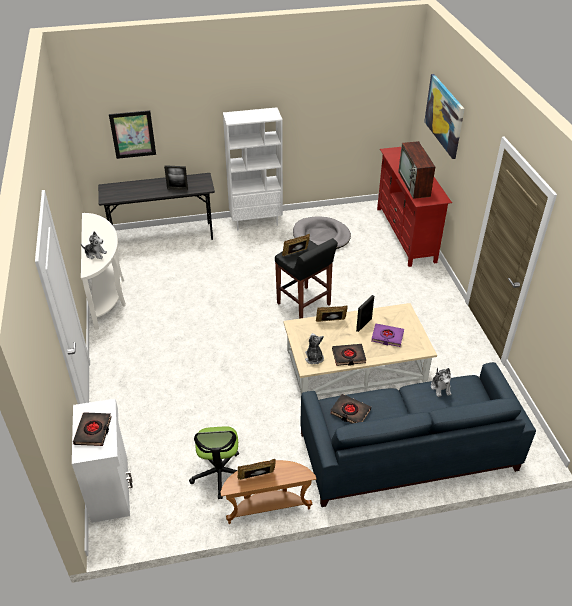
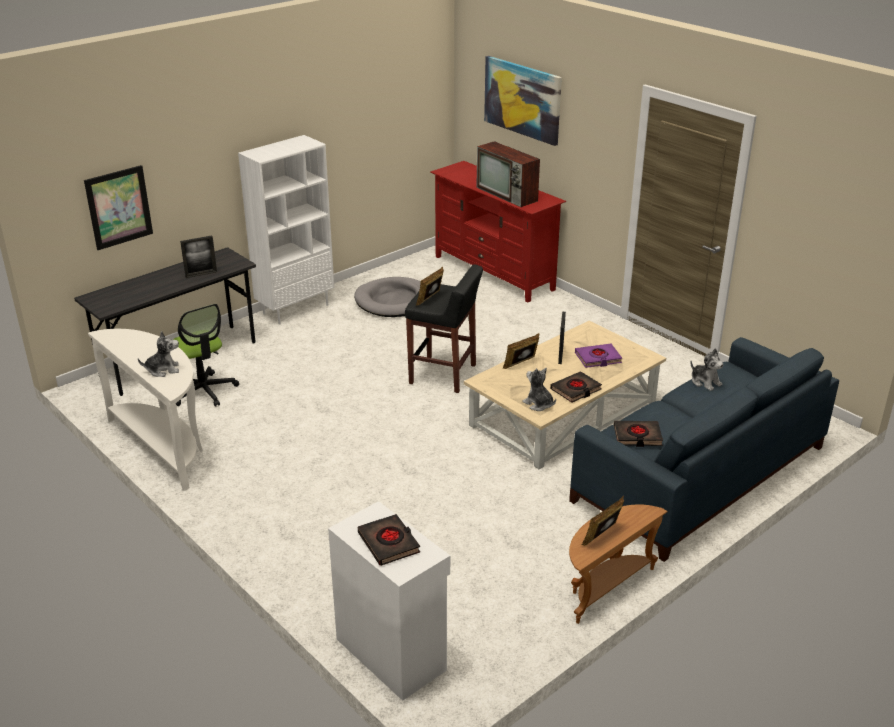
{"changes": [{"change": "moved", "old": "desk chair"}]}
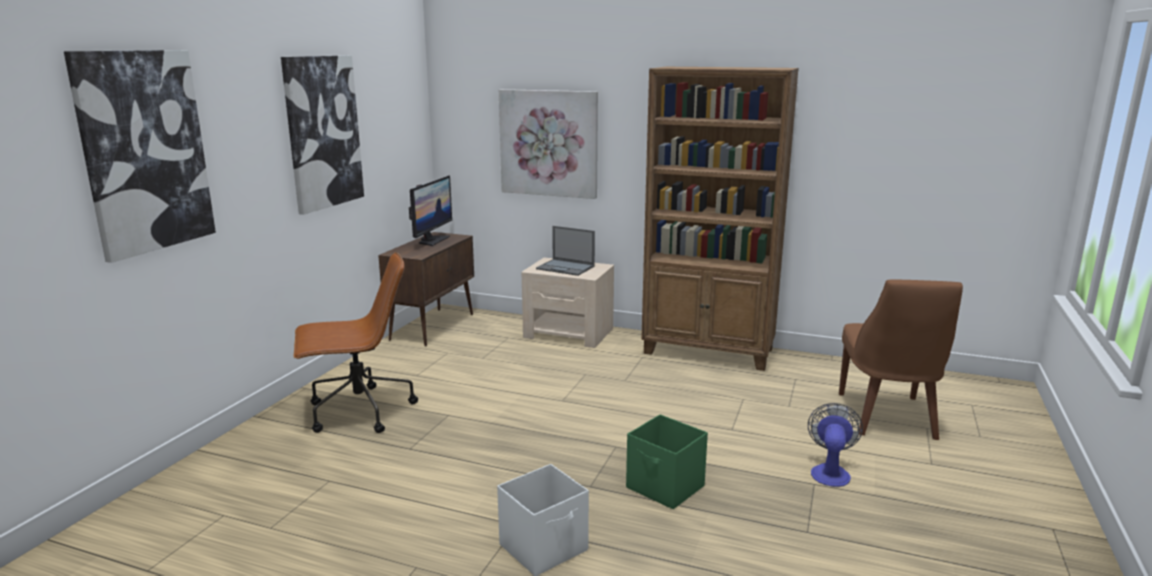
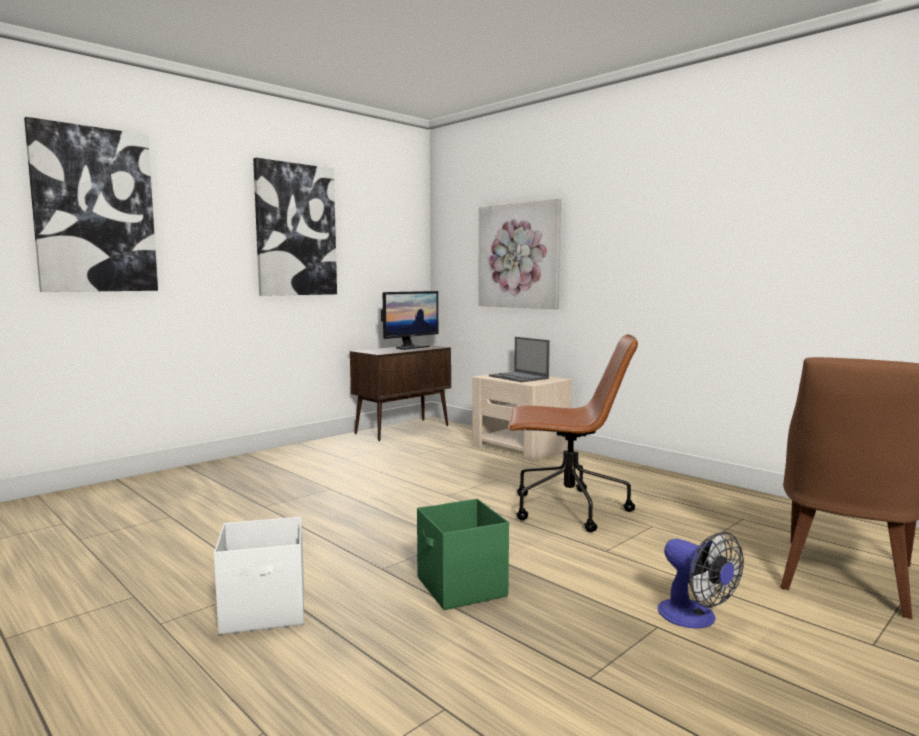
{"changes": [{"change": "moved", "old": "desk chair in brown"}, {"change": "turned", "old": "electric fan", "degrees": 105}, {"change": "removed", "old": "shelving unit in brown"}]}
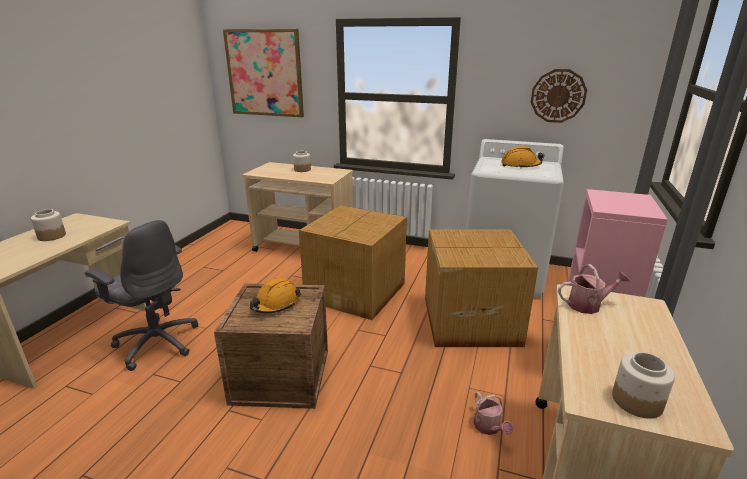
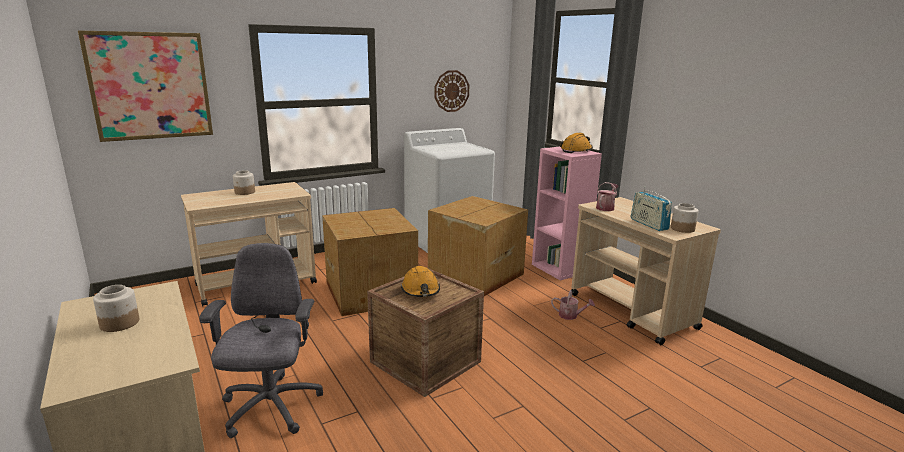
{"changes": [{"change": "turned", "old": "desk chair in greyish", "degrees": -75}, {"change": "moved", "old": "safety helmet in orange (2nd from left)"}, {"change": "added", "new": "radio set"}]}
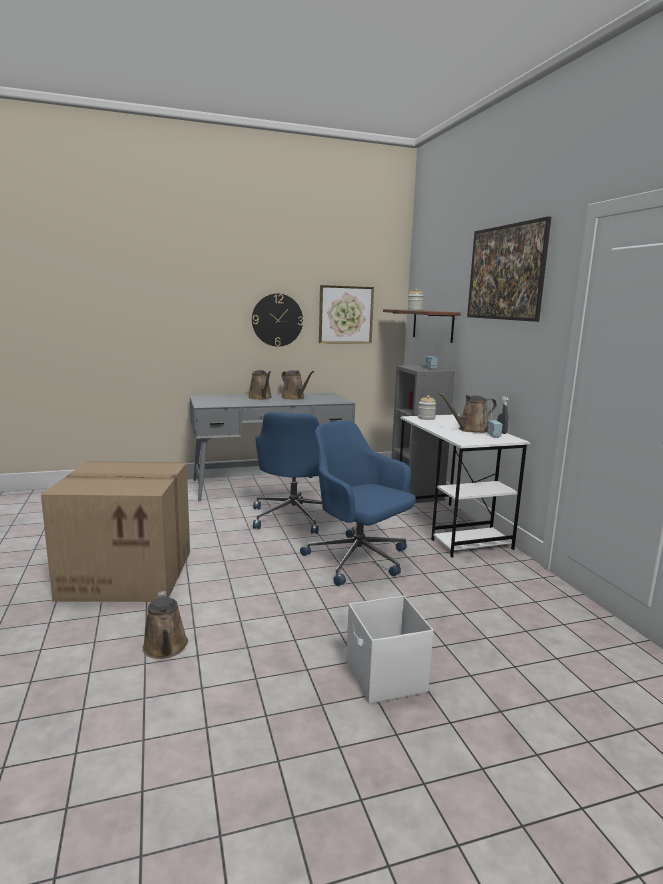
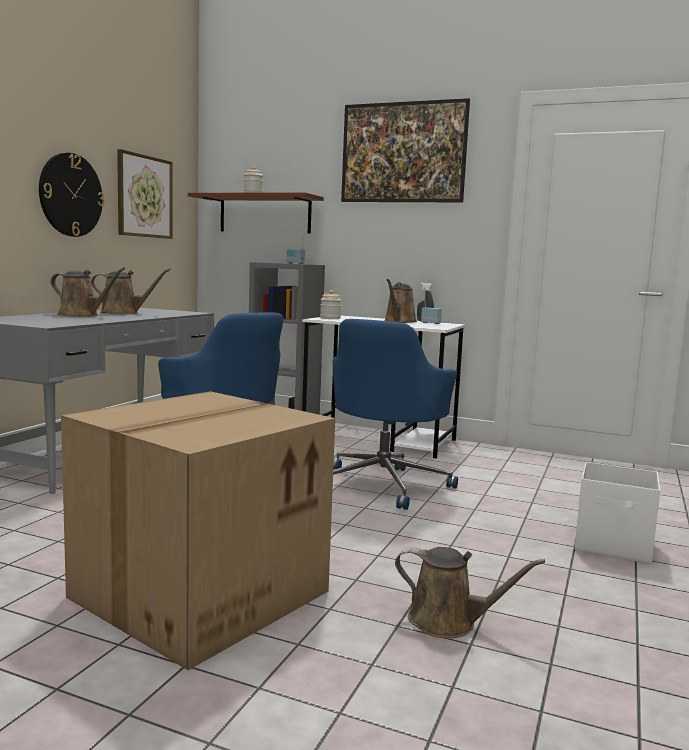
{"changes": [{"change": "turned", "old": "desk chair in blue (2nd from left)", "degrees": -60}]}
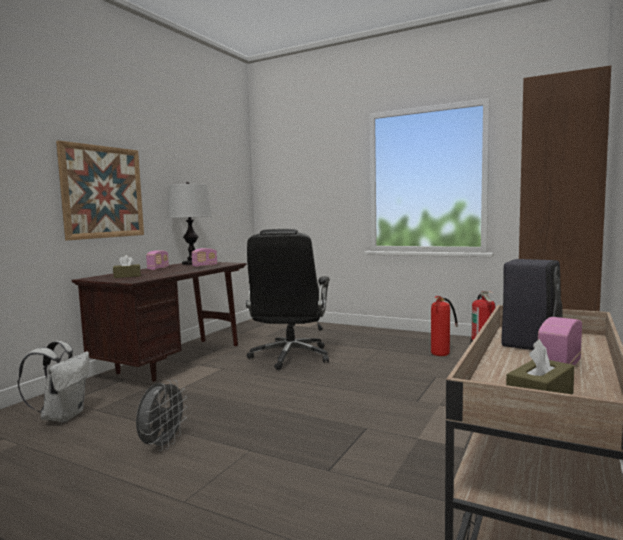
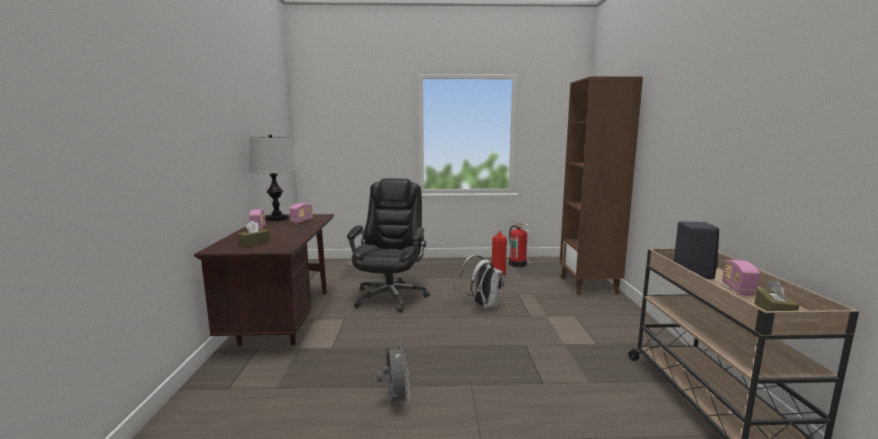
{"changes": [{"change": "turned", "old": "desk chair in black-coloured", "degrees": -150}, {"change": "moved", "old": "rucksack in whitish"}, {"change": "removed", "old": "wall art"}]}
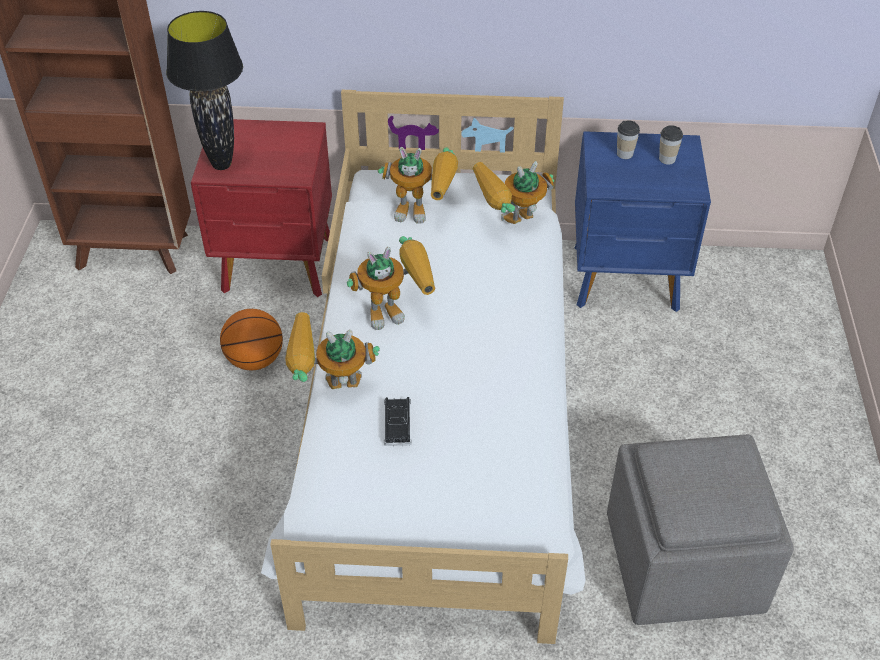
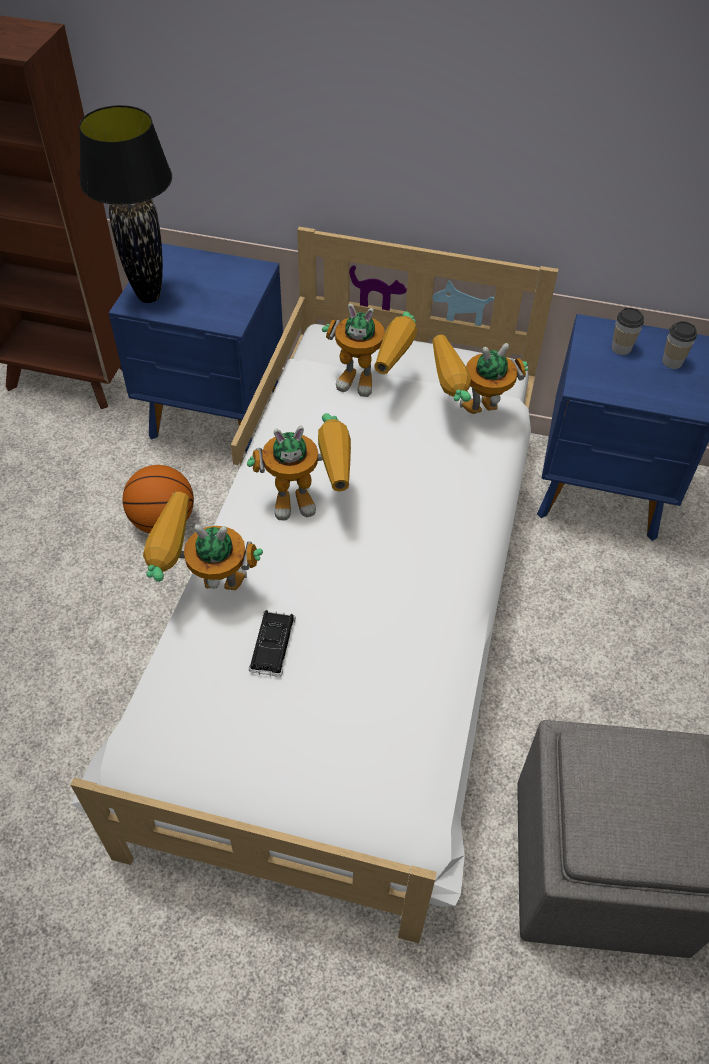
{"changes": [{"change": "recoloured", "old": "night table in reddish", "new": "night table in blue (1st from left)"}]}
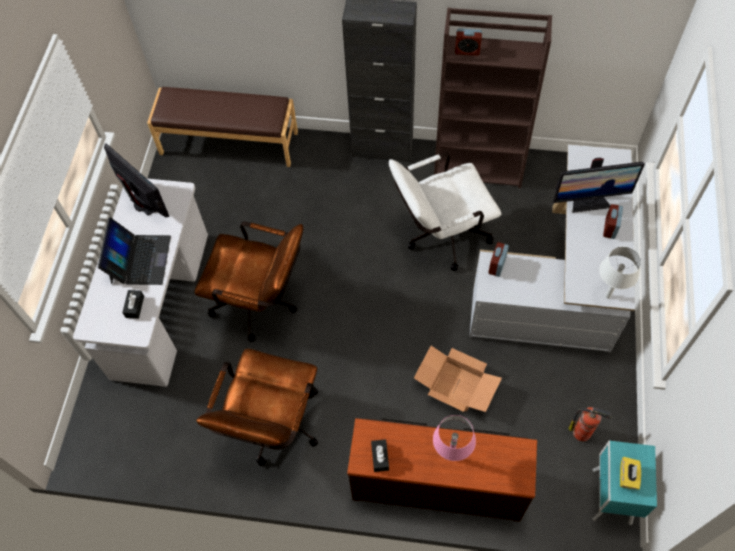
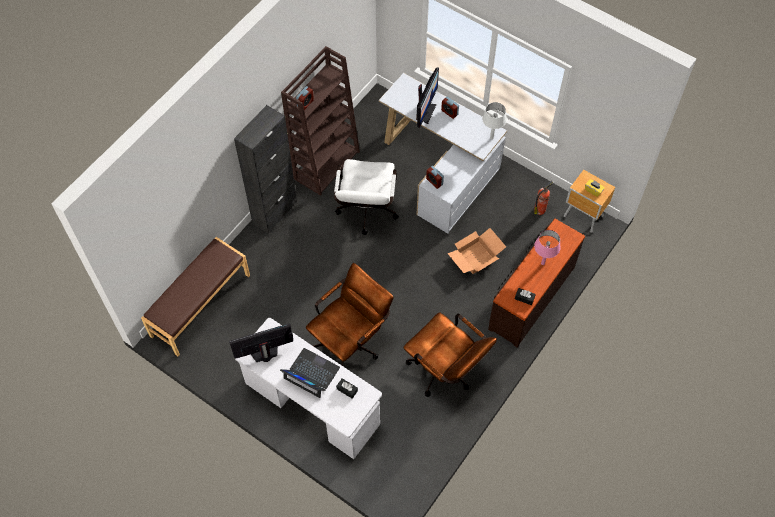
{"changes": [{"change": "recoloured", "old": "night table in blue-green", "new": "night table in brown"}]}
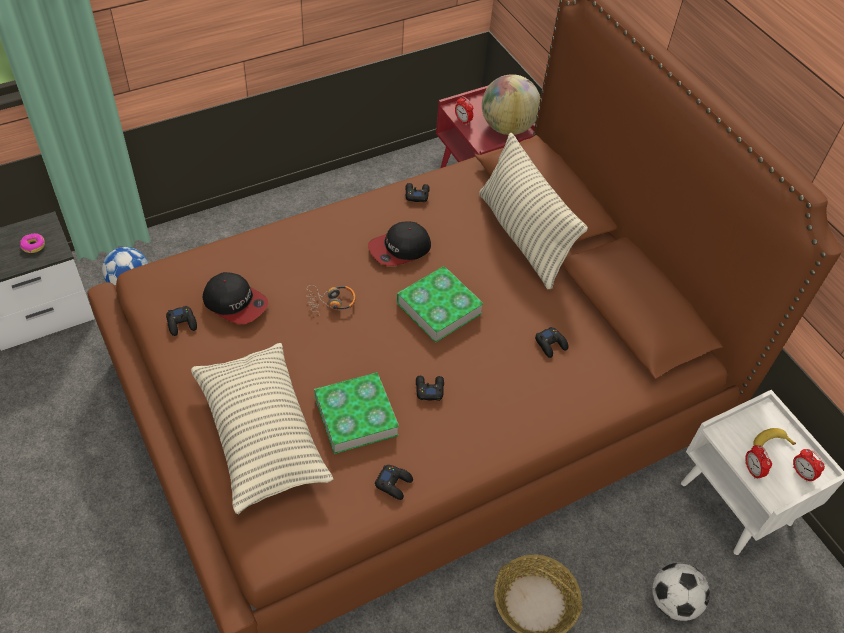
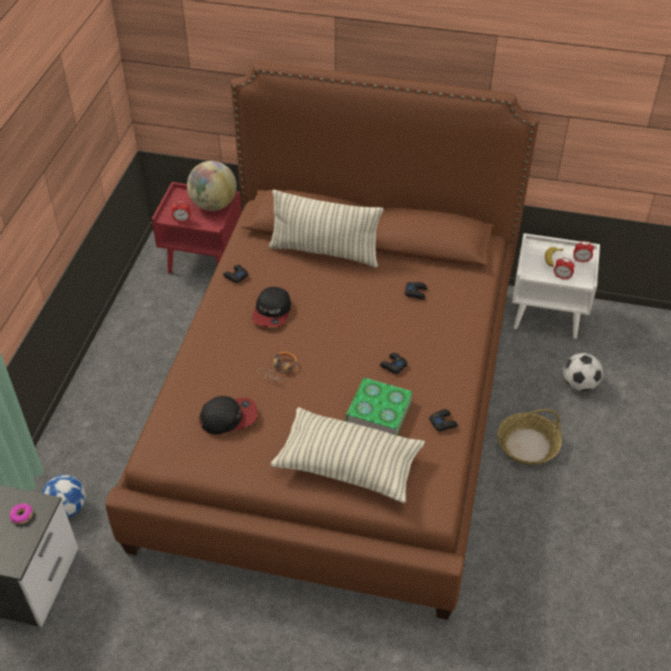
{"changes": [{"change": "removed", "old": "joypad in black-coloured (1st from left)"}, {"change": "removed", "old": "bound book (2nd from left)"}]}
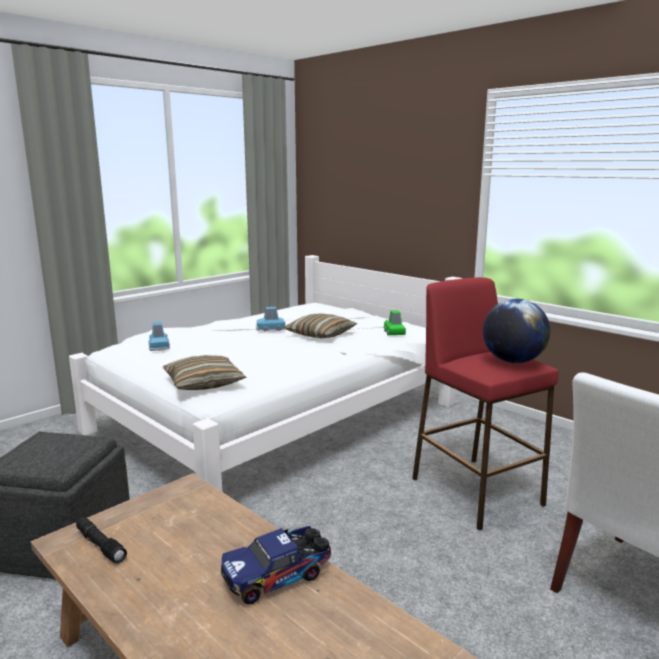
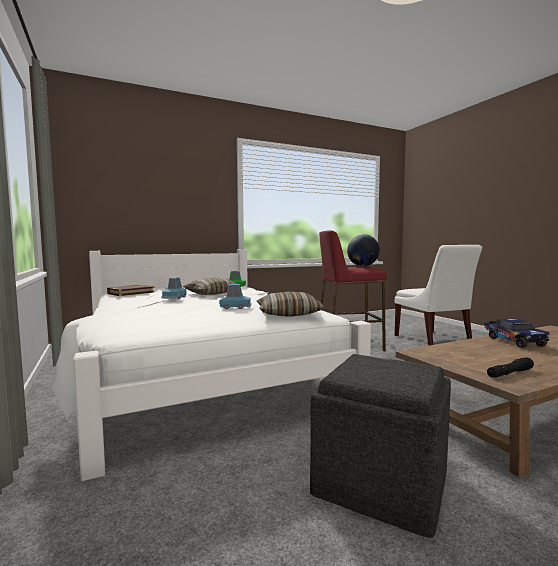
{"changes": [{"change": "added", "new": "bound book"}, {"change": "moved", "old": "miniature car in blue (1st from left in the first image)", "new": "miniature car in blue (2nd from left)"}]}
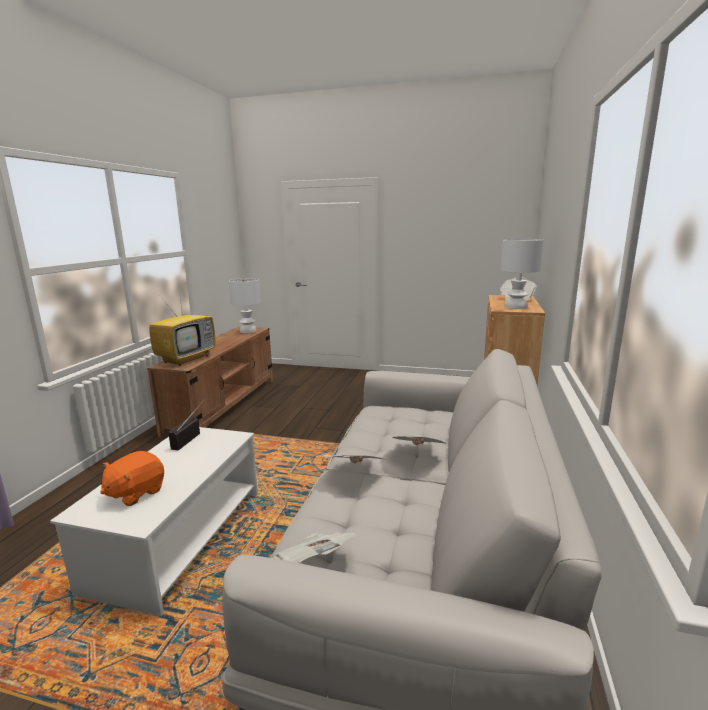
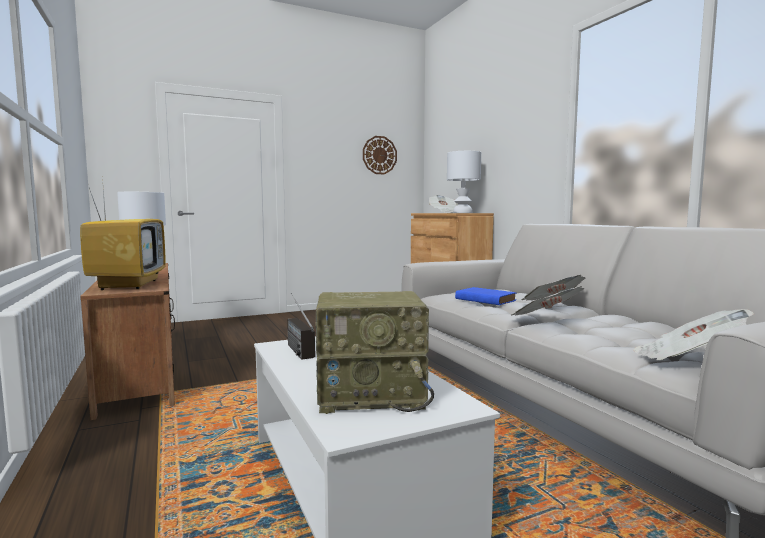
{"changes": [{"change": "replaced", "old": "soft toy in orange", "new": "radio set (2nd from left)"}, {"change": "added", "new": "hanging clock"}, {"change": "added", "new": "bound book in blue"}]}
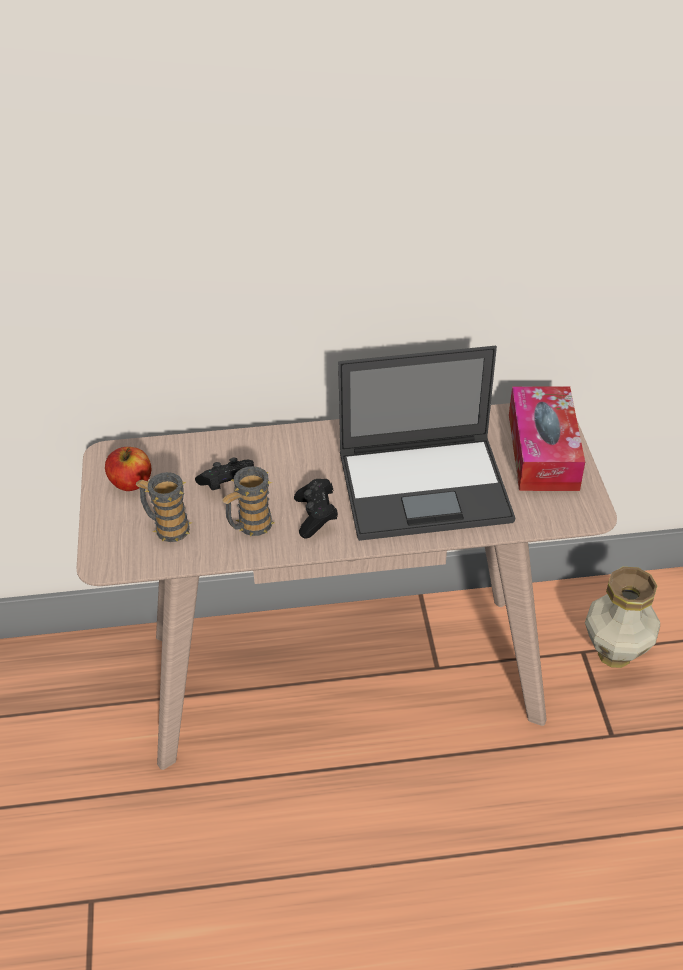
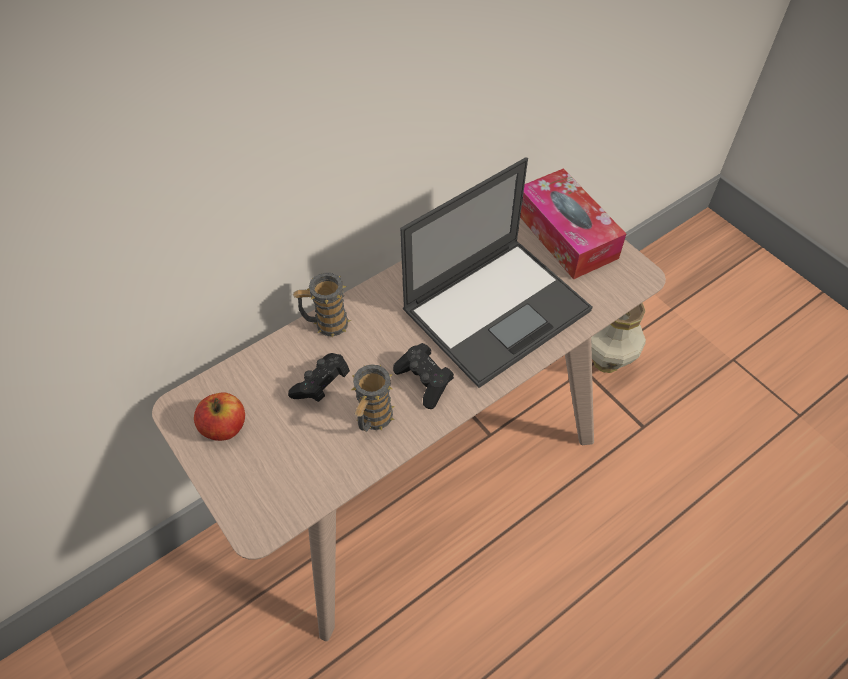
{"changes": [{"change": "moved", "old": "coffee mug (1st from left)"}]}
